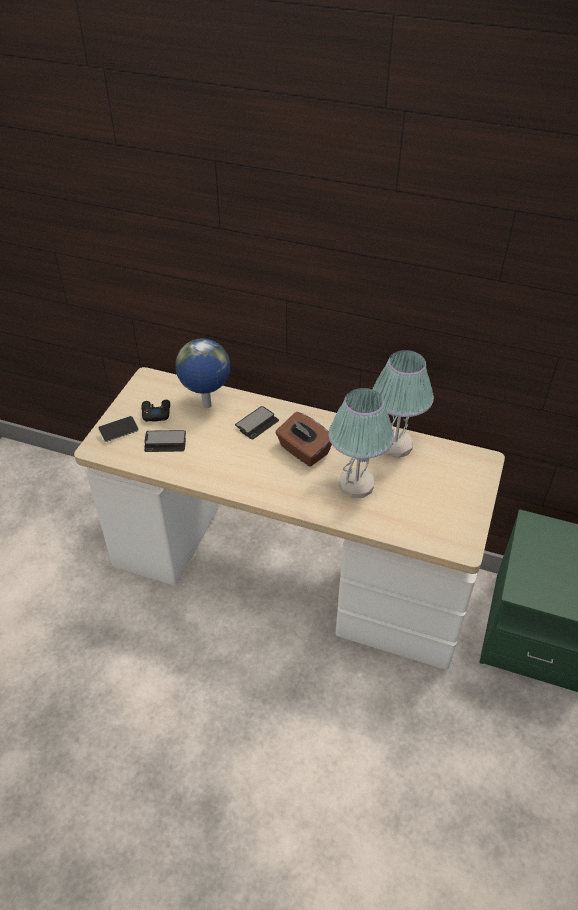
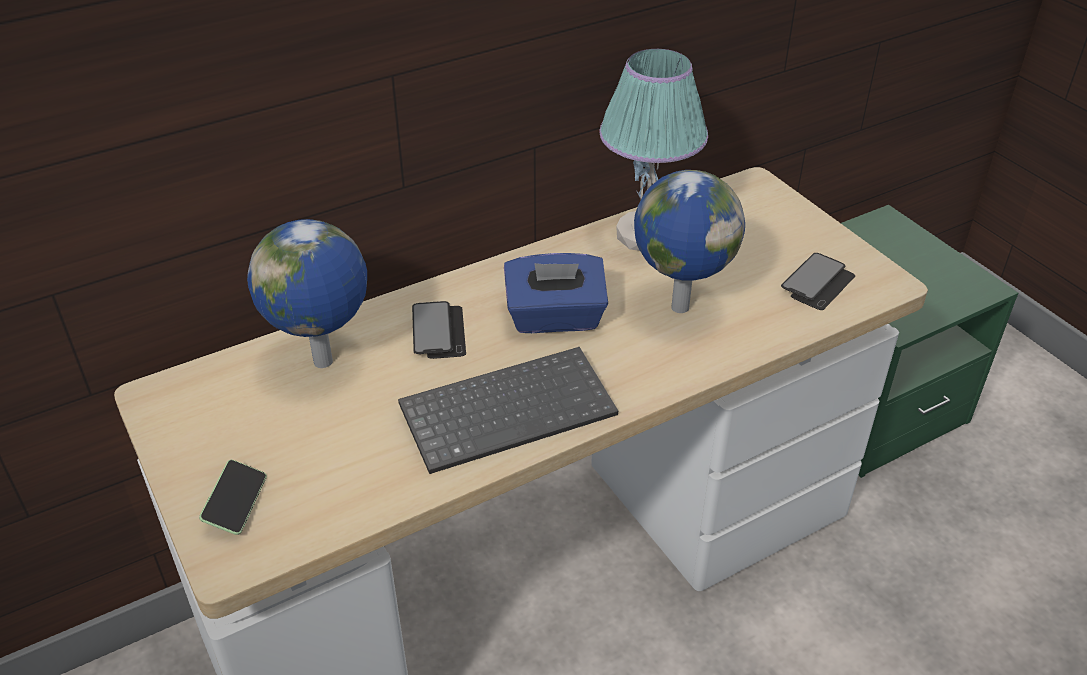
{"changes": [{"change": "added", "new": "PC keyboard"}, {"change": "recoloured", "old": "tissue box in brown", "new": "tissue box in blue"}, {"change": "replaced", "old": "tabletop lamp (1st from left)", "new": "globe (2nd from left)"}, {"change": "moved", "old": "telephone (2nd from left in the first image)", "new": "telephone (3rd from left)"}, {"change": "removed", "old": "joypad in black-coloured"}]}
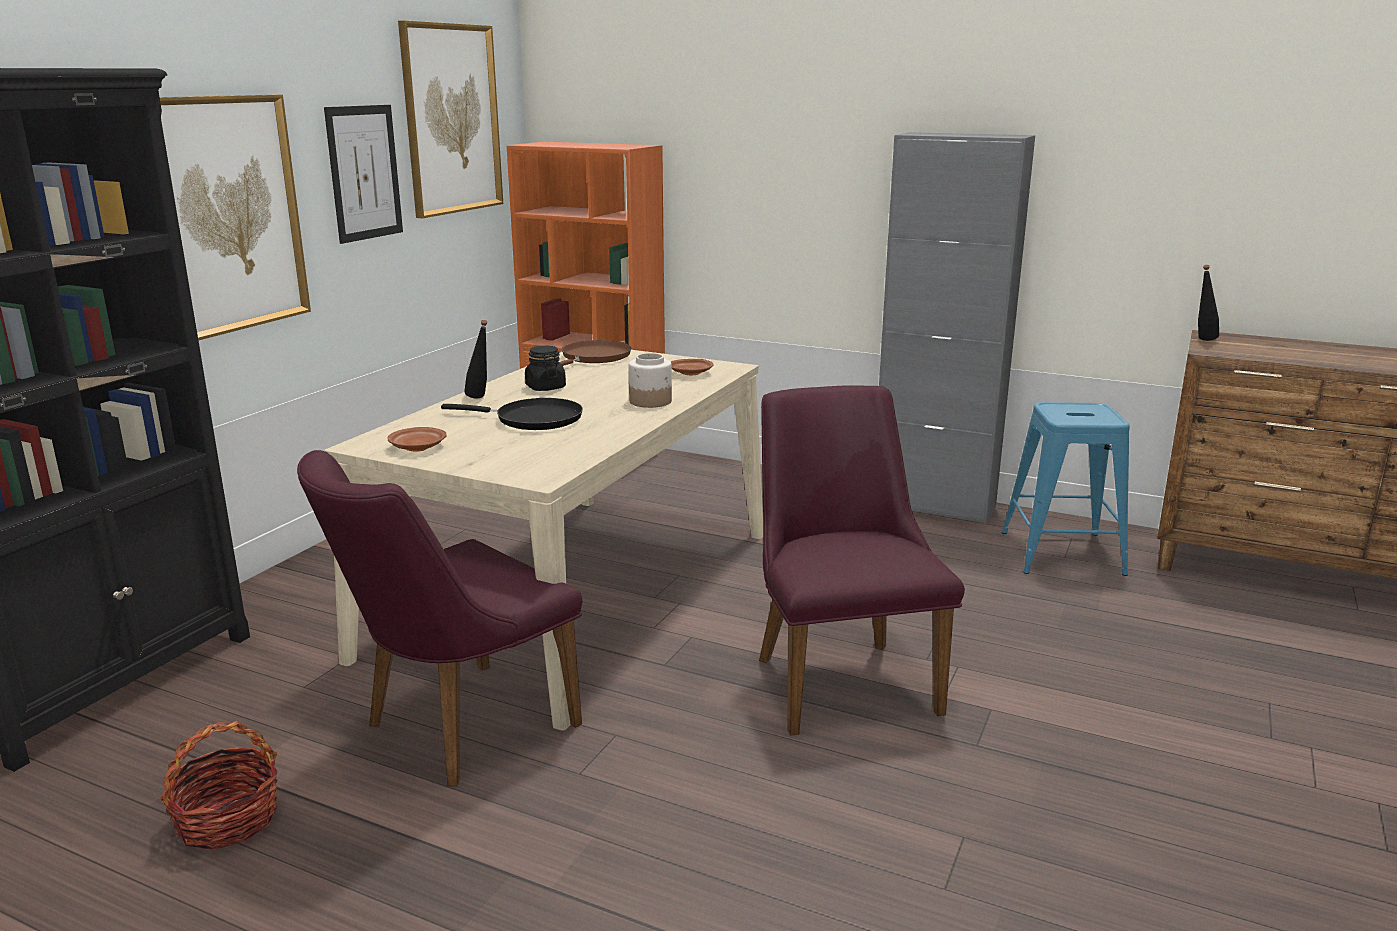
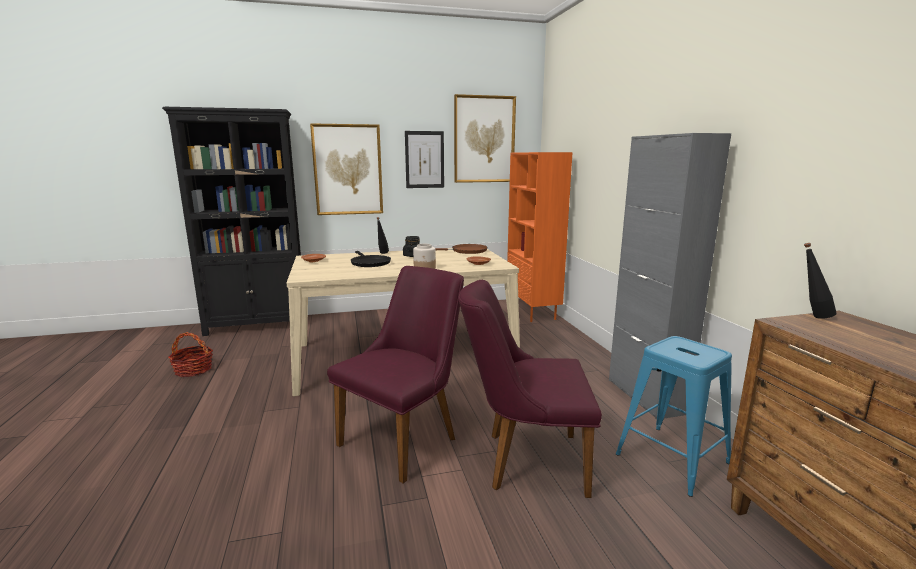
{"changes": [{"change": "moved", "old": "chair in purplish (1st from left in the first image)", "new": "chair in purplish (2nd from left)"}]}
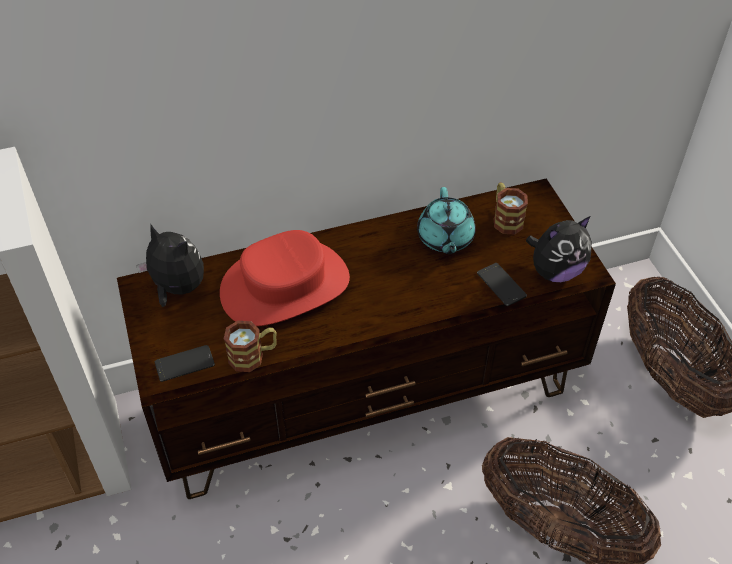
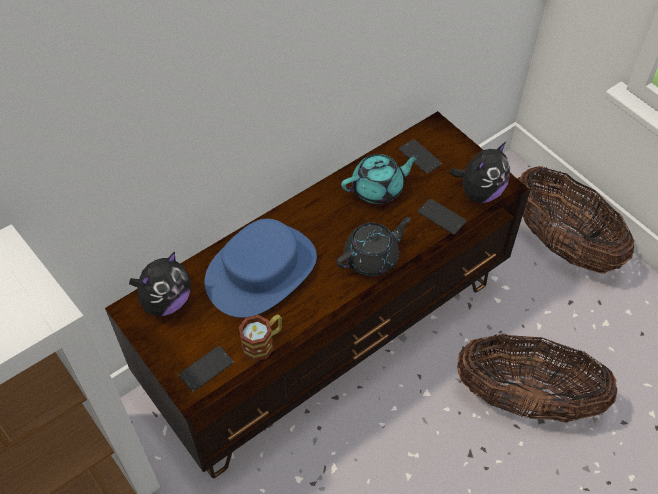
{"changes": [{"change": "turned", "old": "soft toy (1st from left)", "degrees": 120}, {"change": "recoloured", "old": "clothing hat in reddish", "new": "clothing hat in blue"}, {"change": "added", "new": "teapot in black-coloured"}, {"change": "turned", "old": "teapot in blue-green", "degrees": -90}, {"change": "replaced", "old": "coffee mug (2nd from left)", "new": "telephone (2nd from left)"}]}
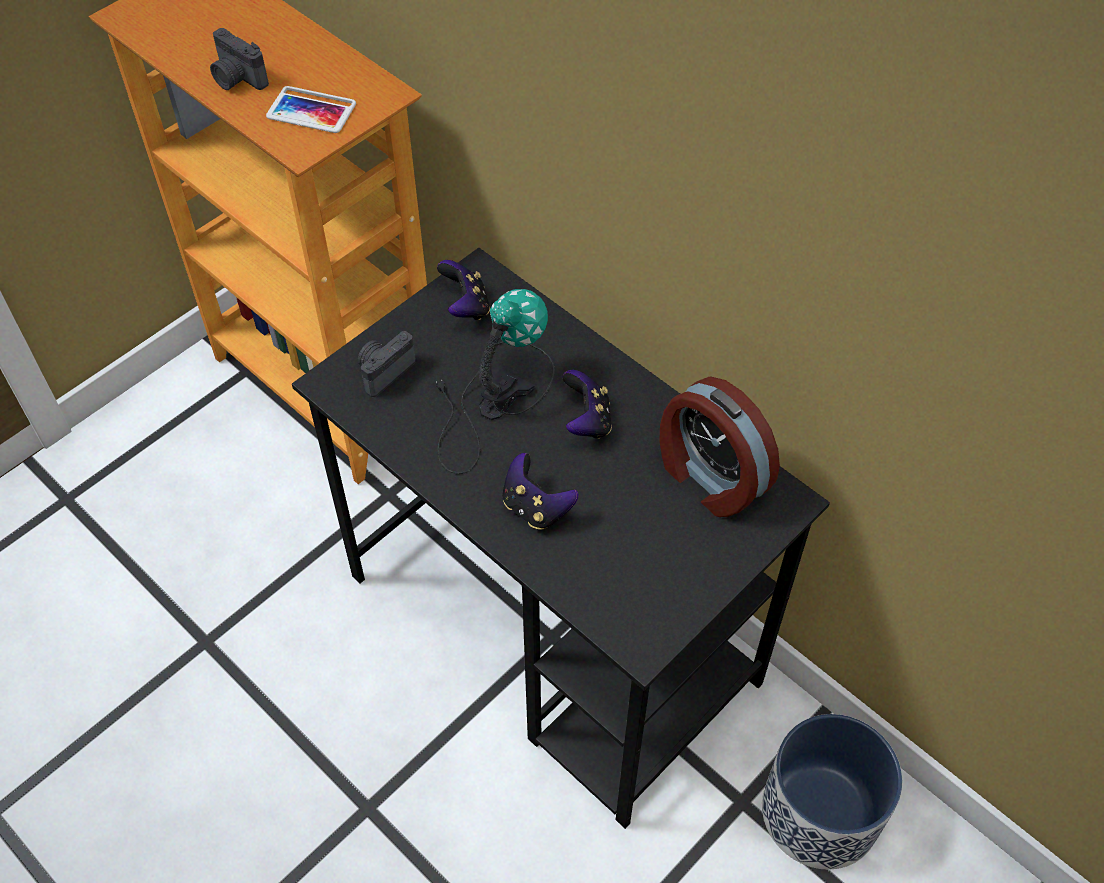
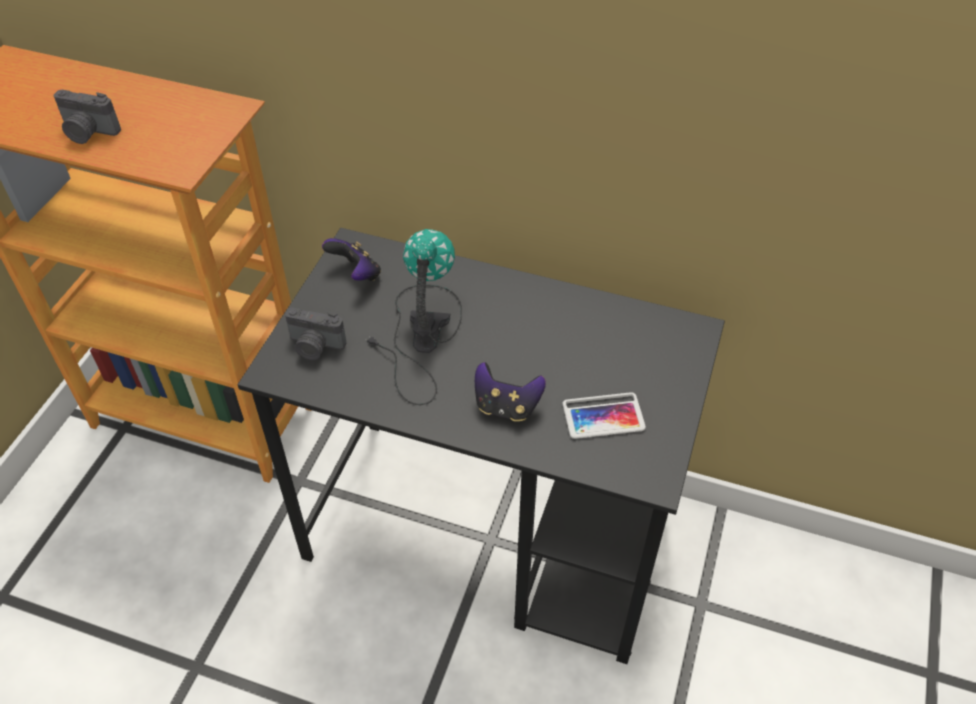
{"changes": [{"change": "turned", "old": "still camera (2nd from left)", "degrees": -90}, {"change": "moved", "old": "telephone"}, {"change": "removed", "old": "joypad (3rd from left)"}, {"change": "removed", "old": "table clock"}, {"change": "removed", "old": "planter"}]}
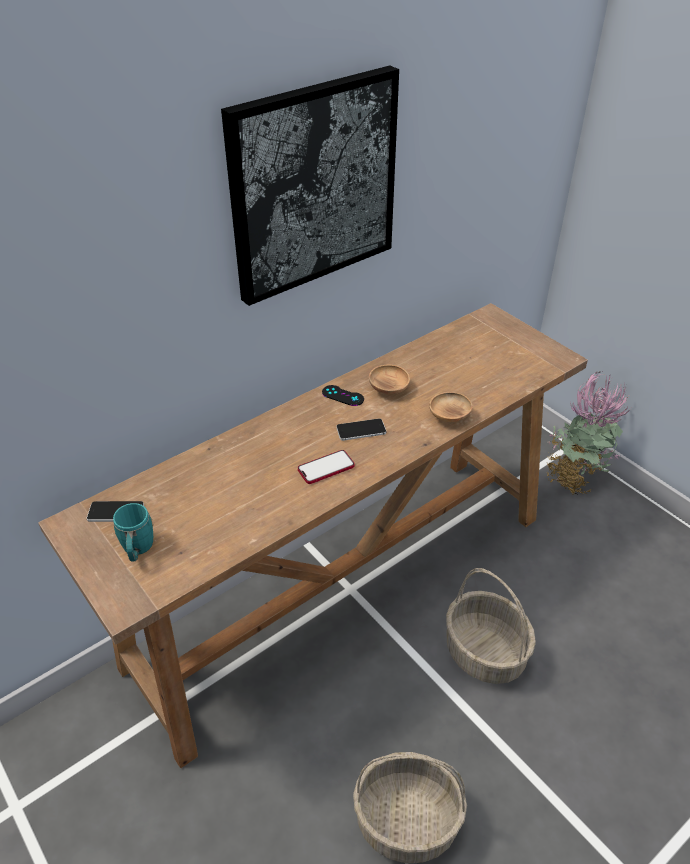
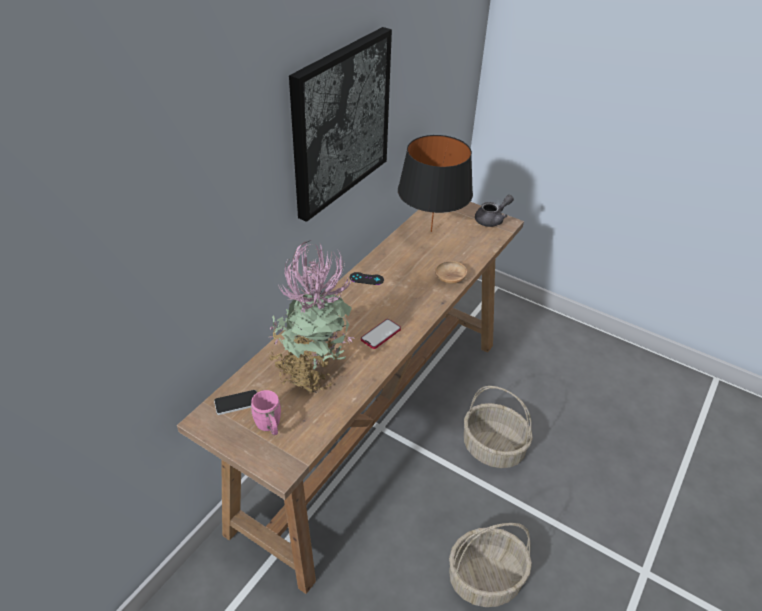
{"changes": [{"change": "recoloured", "old": "coffee mug in blue-green", "new": "coffee mug in pinkish"}, {"change": "moved", "old": "potted plant"}, {"change": "added", "new": "tabletop lamp in black-coloured"}, {"change": "added", "new": "teapot in greyish"}, {"change": "removed", "old": "telephone (3rd from left)"}, {"change": "removed", "old": "serving bowl in brown (1st from left)"}]}
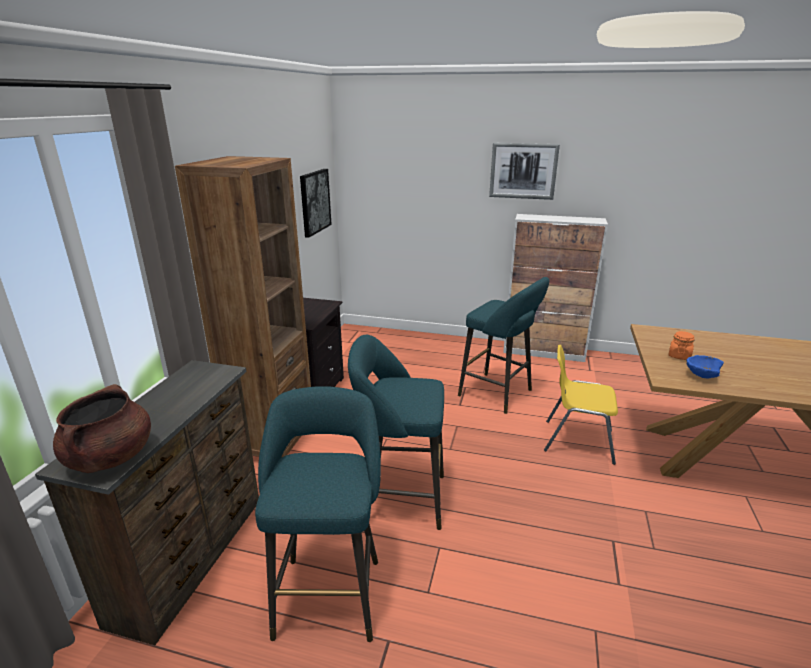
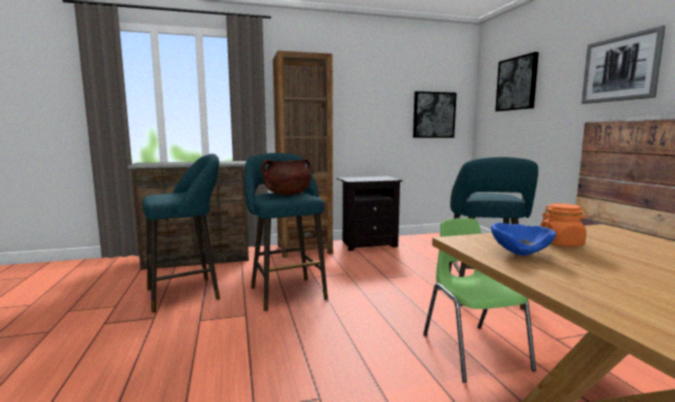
{"changes": [{"change": "moved", "old": "cooking pot in brown"}, {"change": "recoloured", "old": "chair in yellow-coloured", "new": "chair in greenish"}, {"change": "added", "new": "wall art (2nd from left)"}]}
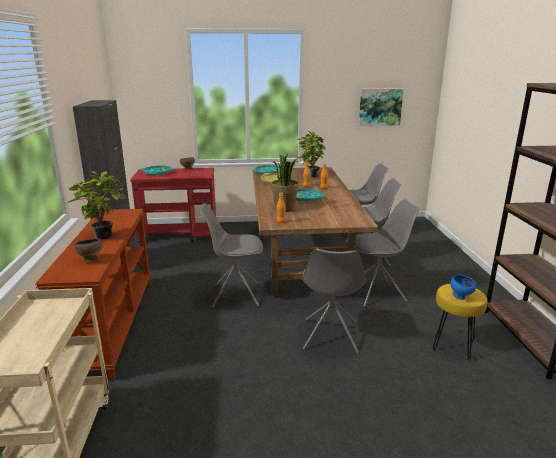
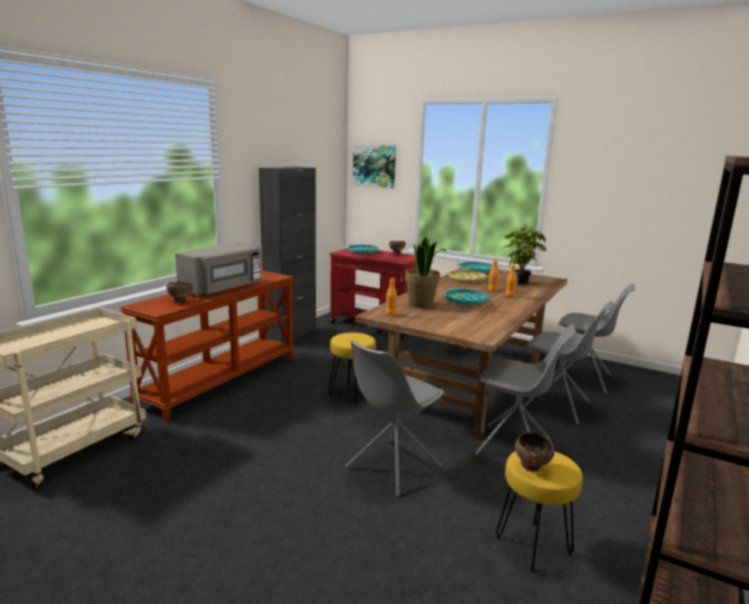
{"changes": [{"change": "replaced", "old": "potted plant (1st from left)", "new": "microwave oven in greyish"}, {"change": "replaced", "old": "chair in greyish (1st from left)", "new": "stool seat in yellow-coloured (1st from left)"}, {"change": "moved", "old": "wall art"}, {"change": "recoloured", "old": "serving bowl in blue", "new": "serving bowl in brown (3rd from left)"}]}
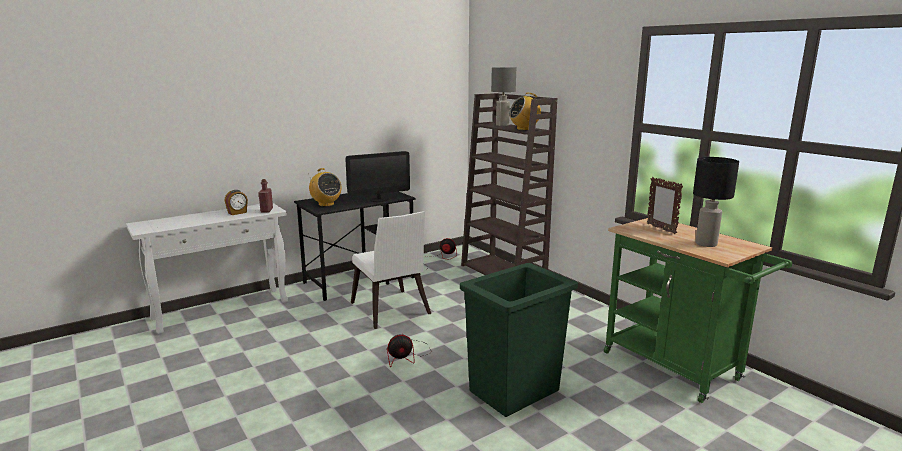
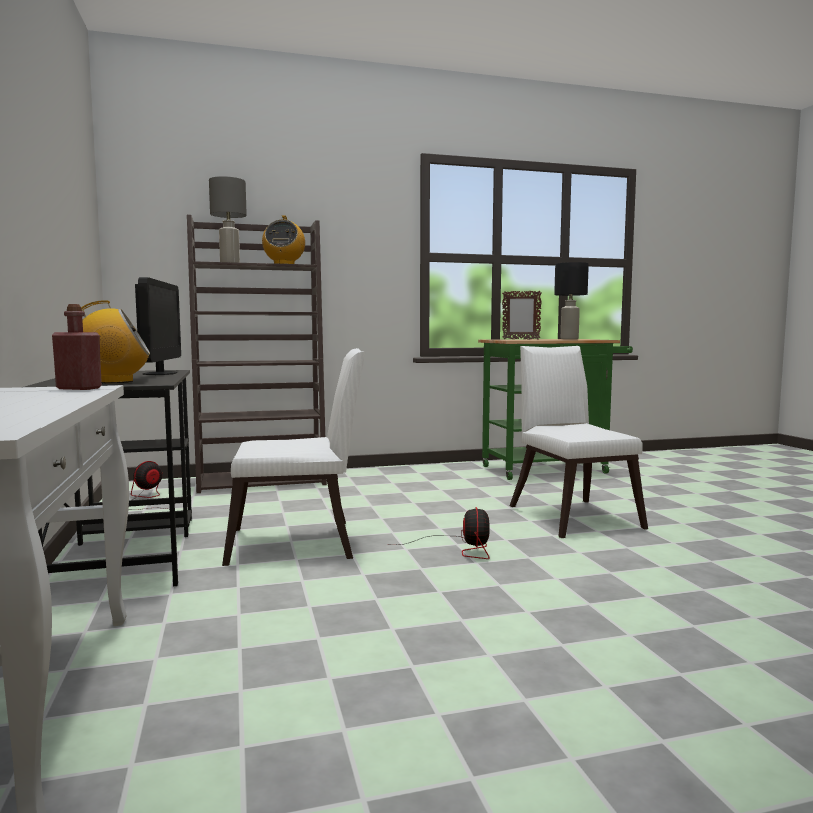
{"changes": [{"change": "replaced", "old": "waste bin in greenish", "new": "chair in whitish (2nd from left)"}, {"change": "removed", "old": "table clock"}]}
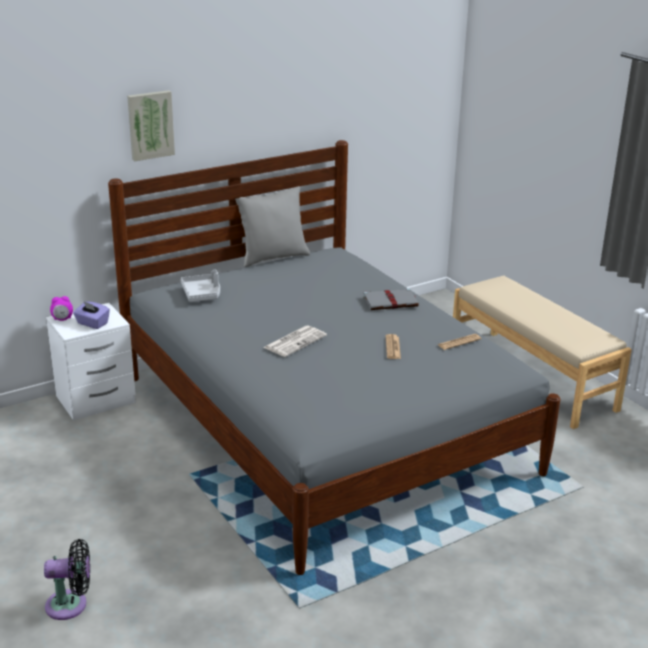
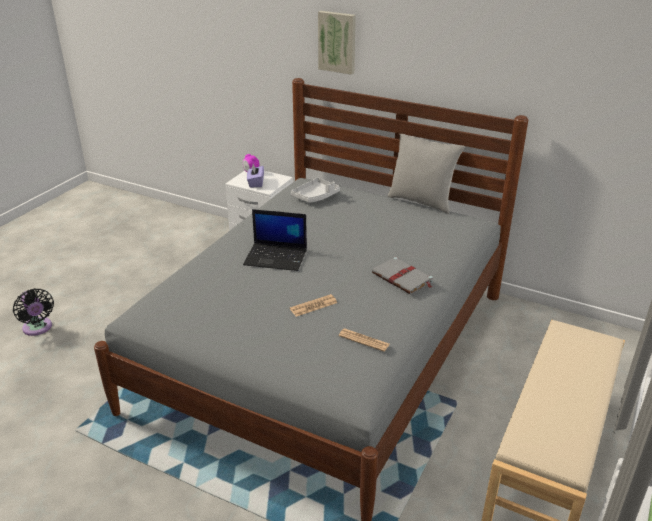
{"changes": [{"change": "replaced", "old": "printed paper (1st from left)", "new": "notebook computer"}]}
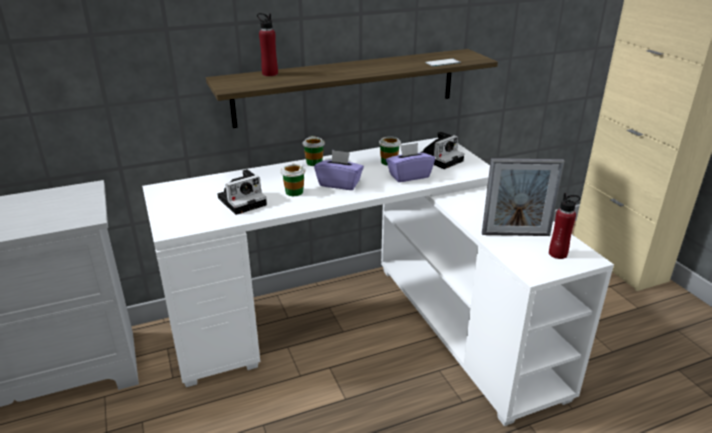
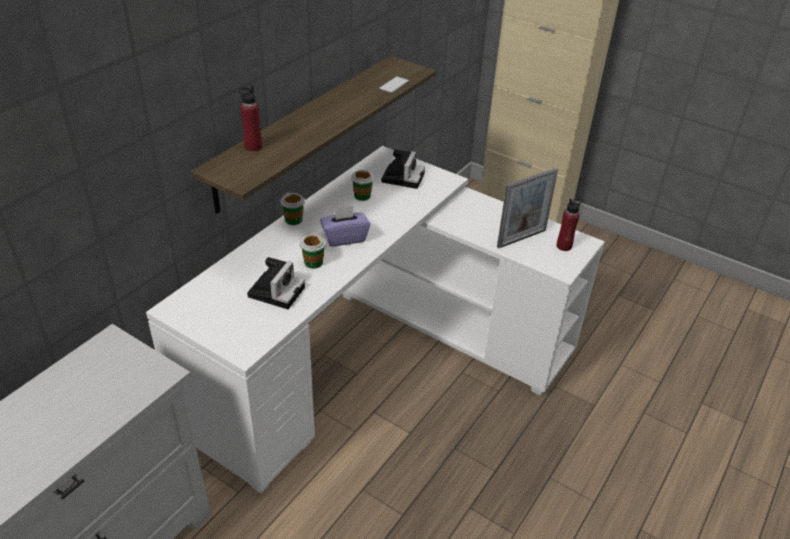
{"changes": [{"change": "removed", "old": "tissue box in purplish (2nd from left)"}]}
